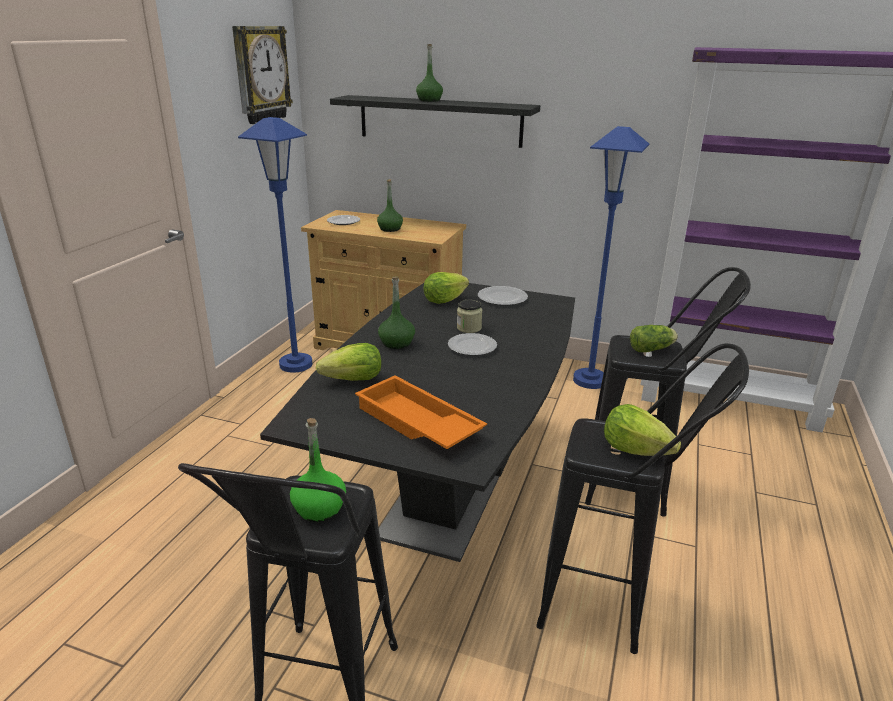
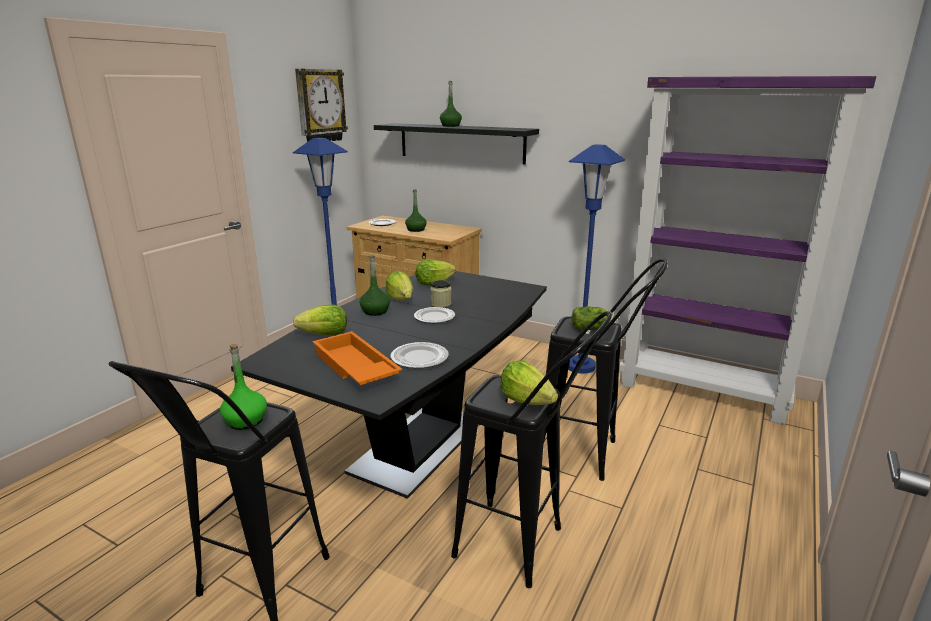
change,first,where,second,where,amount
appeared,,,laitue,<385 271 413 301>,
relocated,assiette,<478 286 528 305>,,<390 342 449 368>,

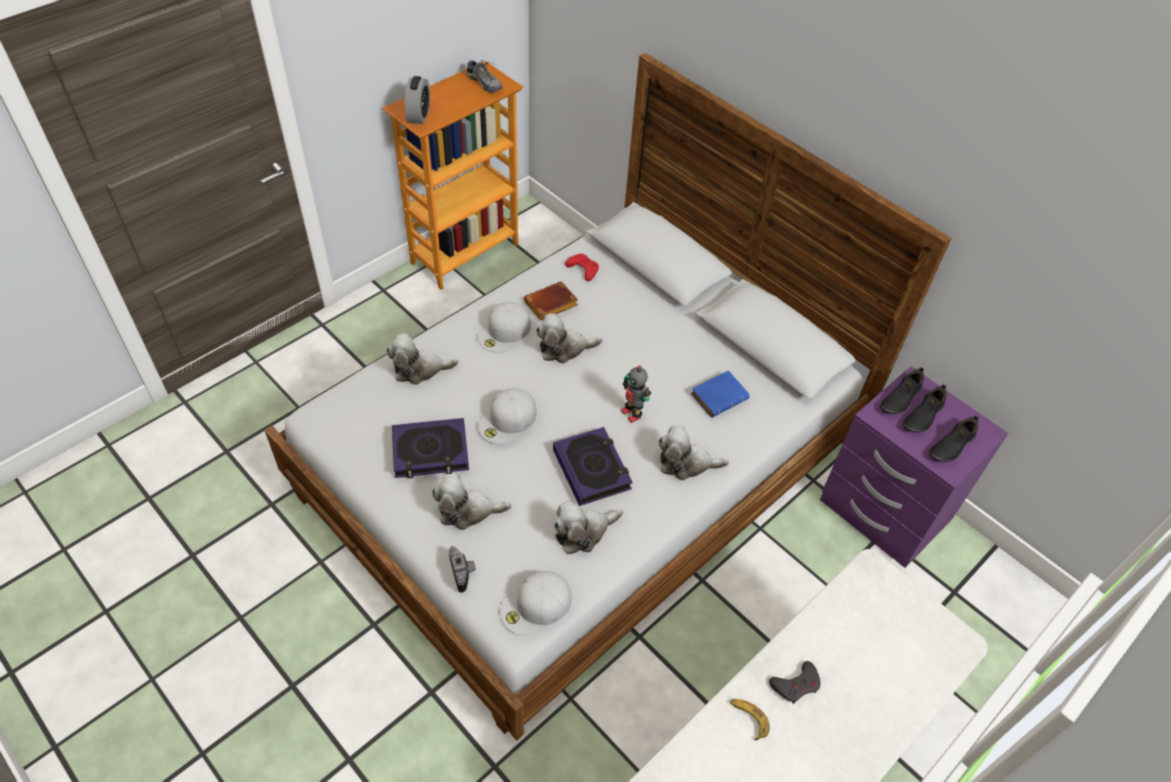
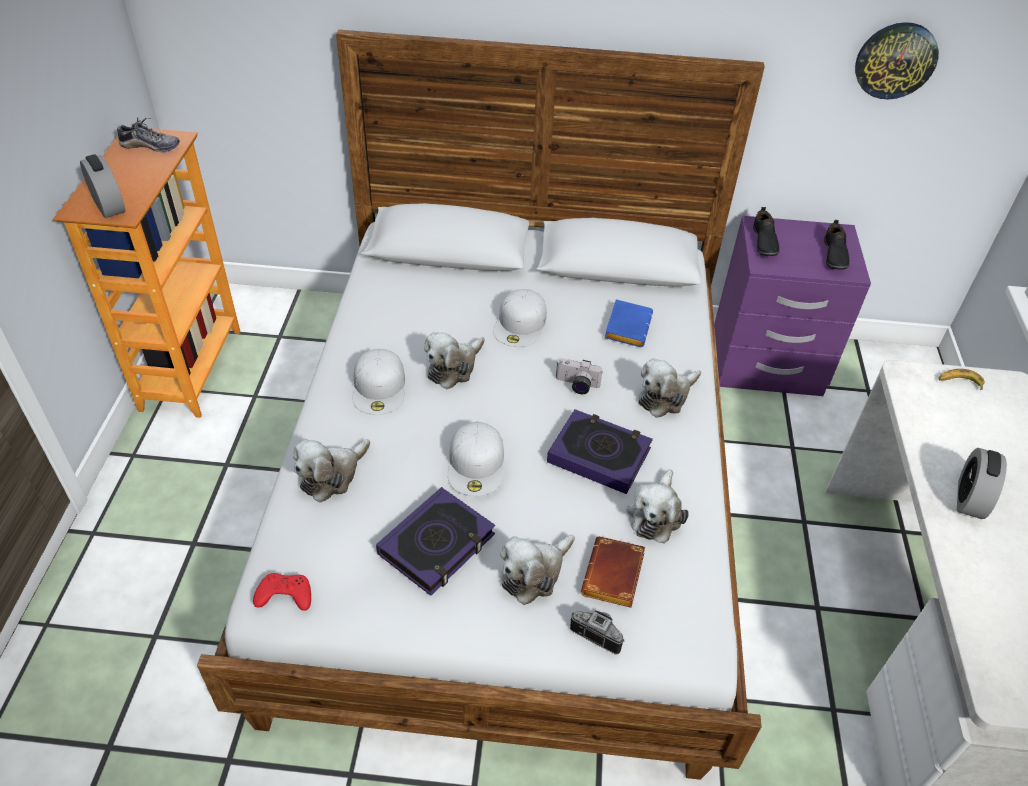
change,first,where,second,where,amount
relocated,manette [rouge],<565 254 599 281>,,<253 573 311 611>,
relocated,casquette [blanc],<499 571 572 636>,,<493 289 547 347>,
exchanged,robot jouet,<621 365 651 423>,appareil photo,<556 358 603 394>,
relocated,livre [marron],<524 282 578 321>,,<581 536 645 608>,
appeared,,,horloge murale,<855 22 939 99>,
relocated,banane,<730 699 770 741>,,<938 369 984 390>,
exchanged,manette [gris],<769 661 821 704>,réveil,<957 448 1007 519>,
missing,chaussure [noir],<903 385 947 433>,,,

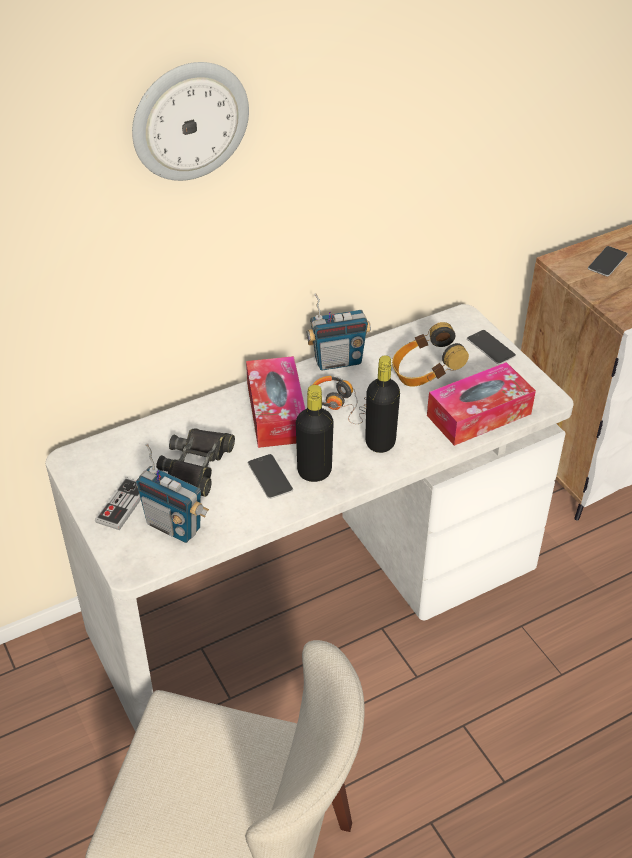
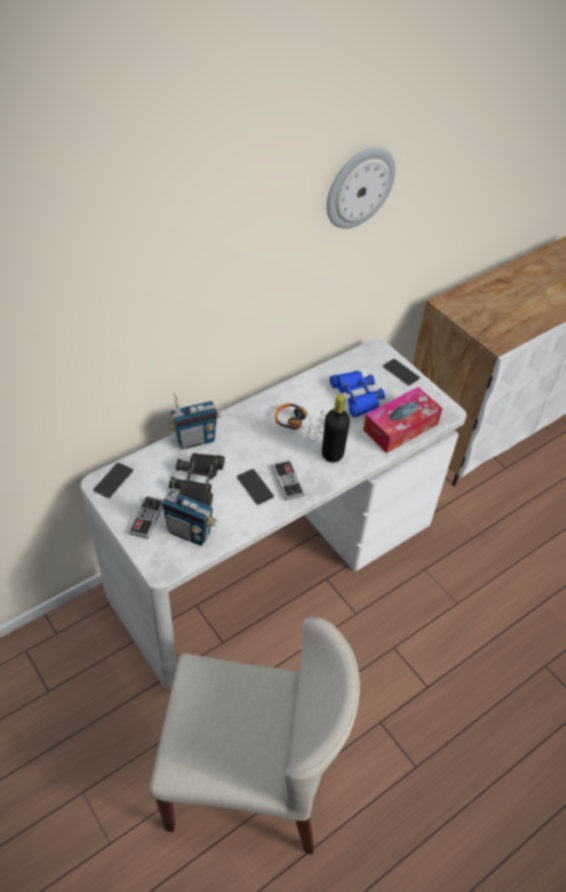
change,first,where,second,where,amount
relocated,téléphone,<588 246 628 276>,,<93 463 134 499>,
relocated,radio,<307 293 371 371>,,<168 393 220 450>,
exchanged,bouteille [noir],<296 385 334 482>,manette,<272 460 304 500>,
relocated,horloge murale,<132 62 249 181>,,<327 147 396 229>,
exchanged,casque audio,<392 322 469 387>,jumelles [bleu],<330 371 385 418>,
missing,boîte à mouchoirs,<246 356 305 448>,,,

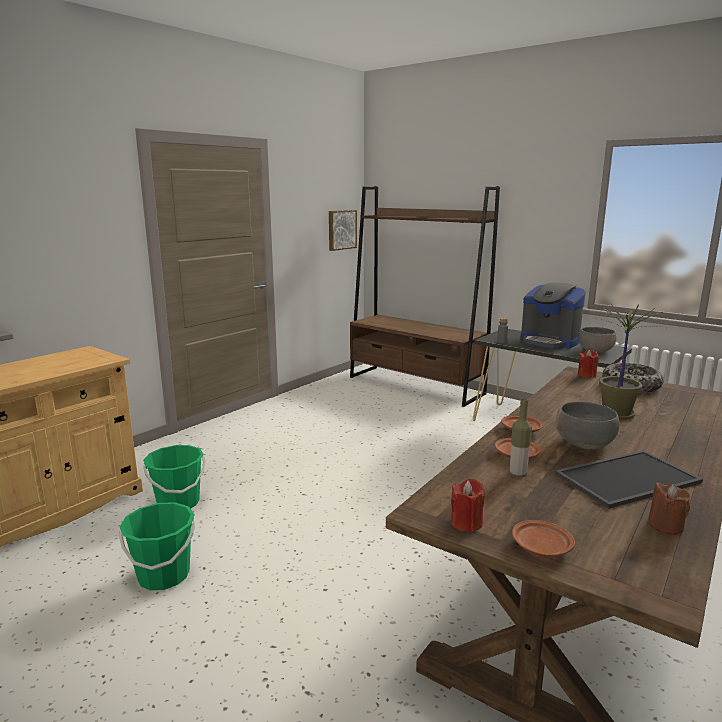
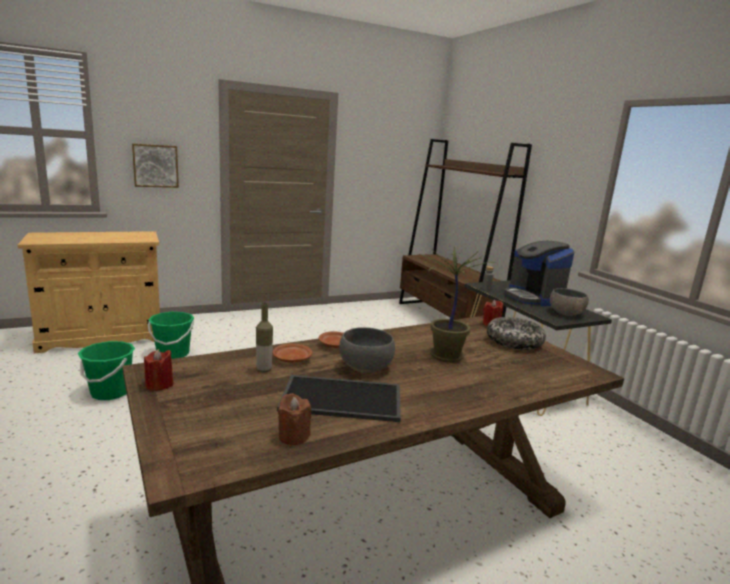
change,first,where,second,where,amount
relocated,tableau,<329 210 357 251>,,<132 144 179 188>,
missing,assiette [marron],<512 520 575 557>,,,

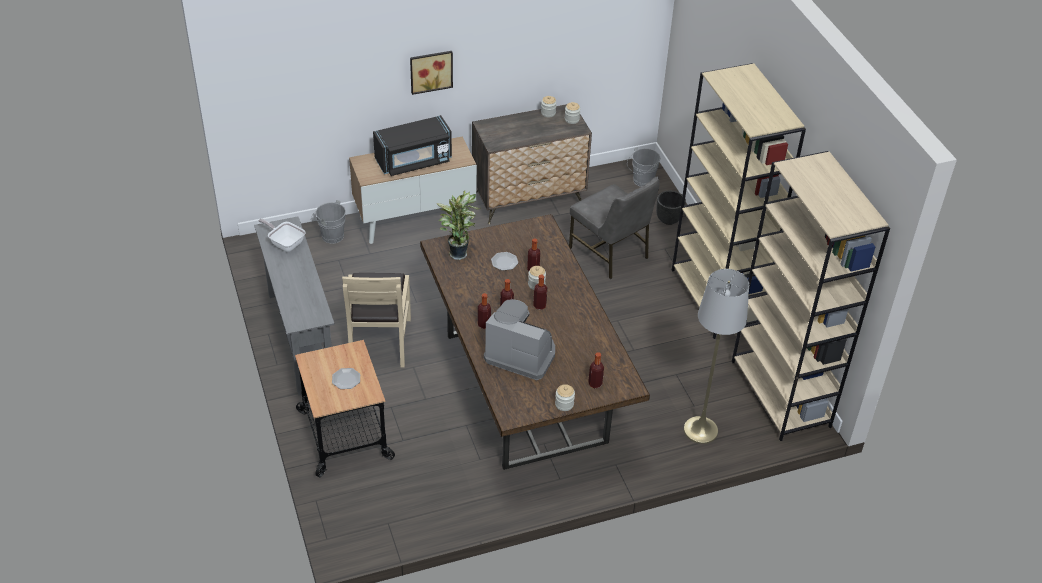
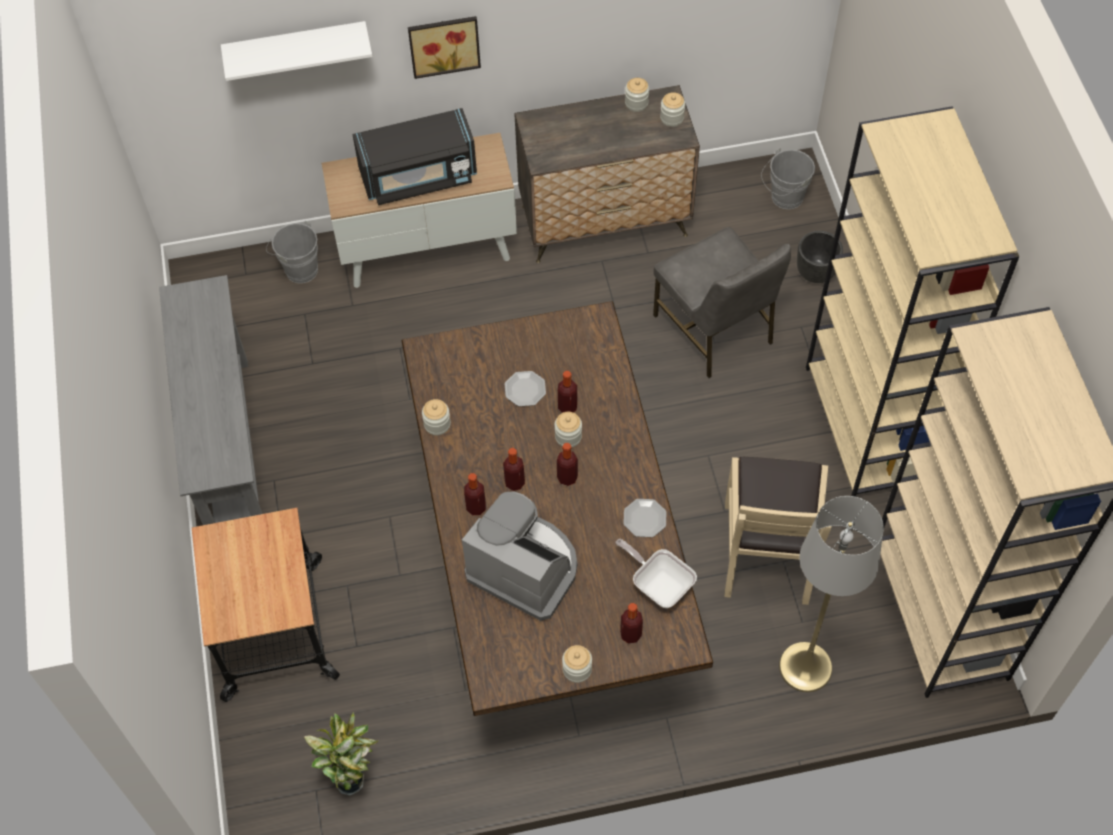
change,first,where,second,where,amount
appeared,,,étagère [blanc],<221 21 372 81>,
relocated,plante en pot,<437 190 480 260>,,<304 712 379 795>,
appeared,,,bocal,<422 399 451 435>,
relocated,poêle,<258 219 306 252>,,<615 539 697 608>,
relocated,assiette,<332 368 360 389>,,<623 499 666 537>,
relocated,chaise [beige],<342 273 411 367>,,<724 457 831 605>,

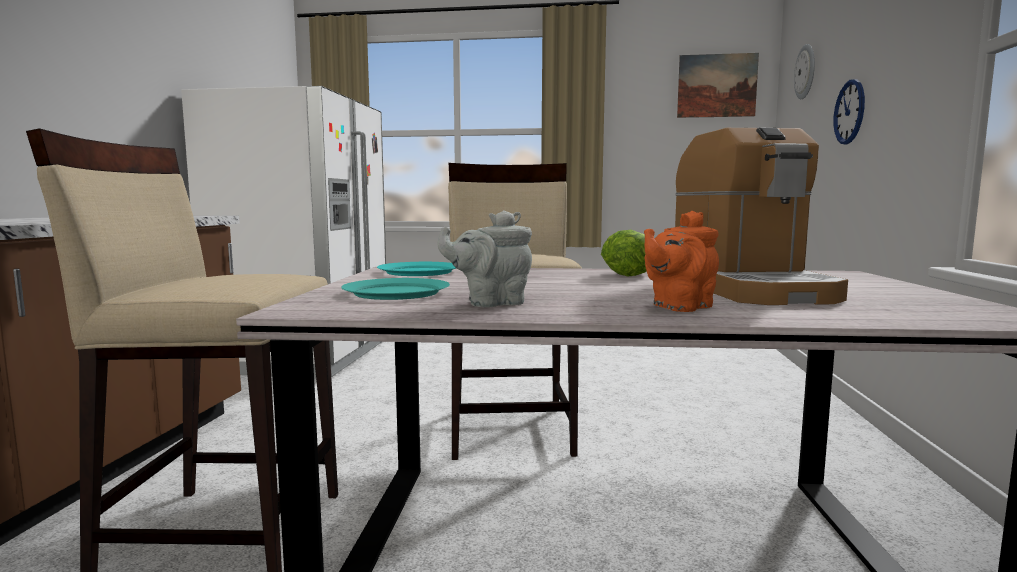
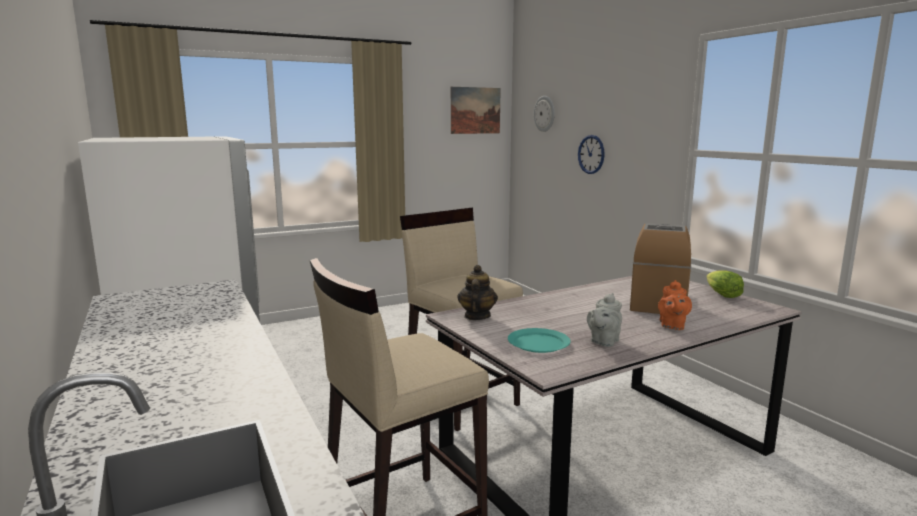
change,first,where,second,where,amount
exchanged,assiette [turquoise],<377 262 456 276>,théière,<458 265 498 320>,
spun,machine à café,<675 128 848 305>,,<630 223 691 314>,120 degrees counterclockwise
relocated,laitue,<601 229 647 276>,,<707 270 744 298>,

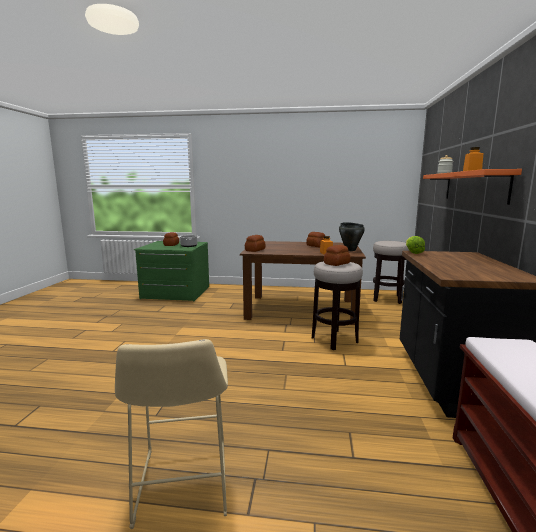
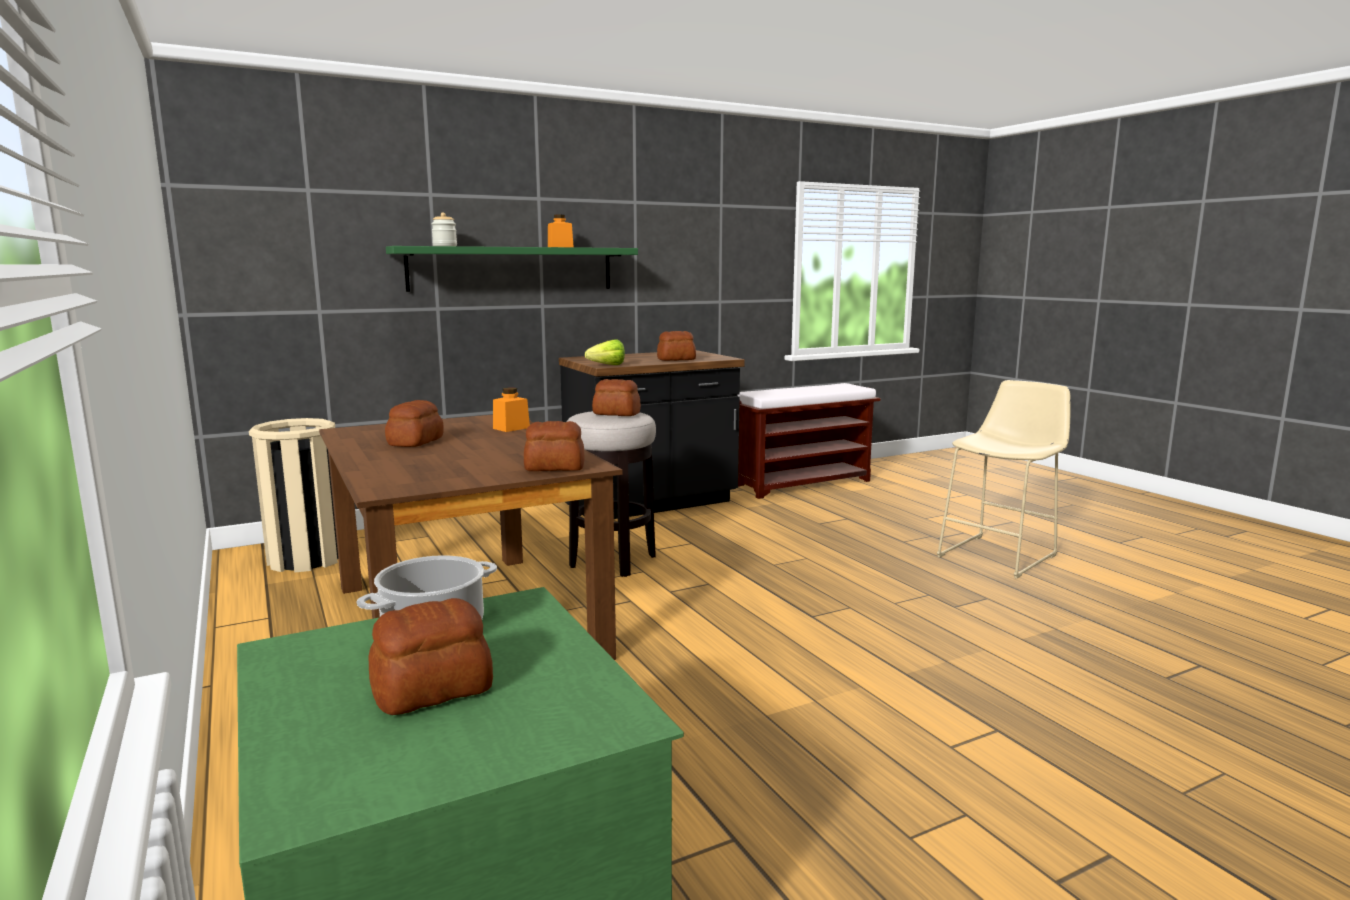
change,first,where,second,where,amount
exchanged,tabouret,<373 241 410 304>,poubelle [beige],<249 418 338 573>,
colour,étagère [orange],<423 169 522 205>,étagère [vert],<386 246 638 292>,
appeared,,,pain,<657 331 696 361>,
missing,marmite [noir],<339 222 365 251>,,,

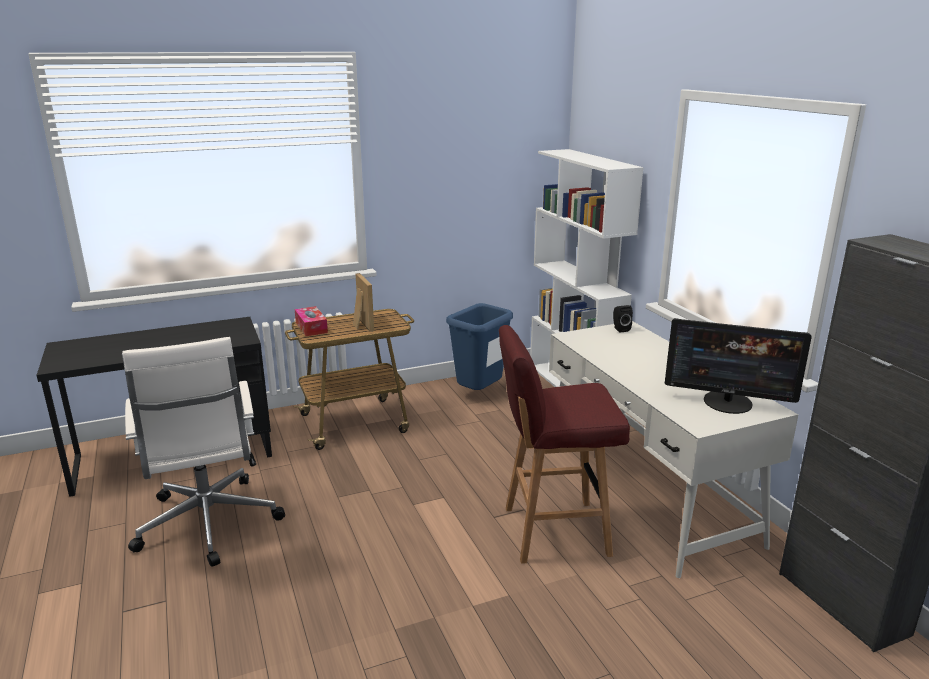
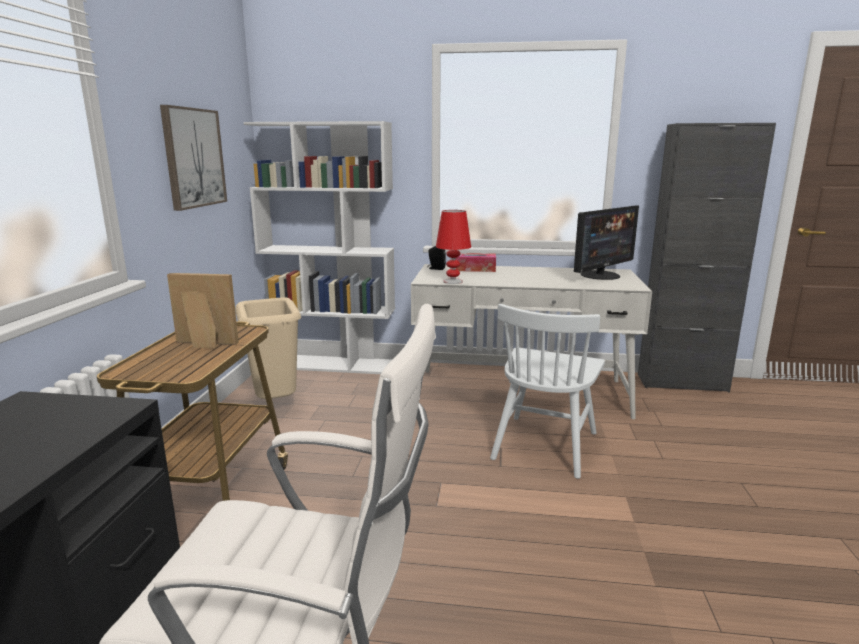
change,first,where,second,where,amount
appeared,,,tableau,<160 105 227 211>,
colour,poubelle [bleu],<446 303 513 390>,poubelle [beige],<235 298 301 399>,
appeared,,,lampe de table [rouge],<436 210 471 284>,
relocated,boîte à mouchoirs,<295 306 328 336>,,<456 253 496 272>,
exchanged,tabouret [rouge],<499 325 630 564>,chaise [blanc],<490 304 605 479>,

